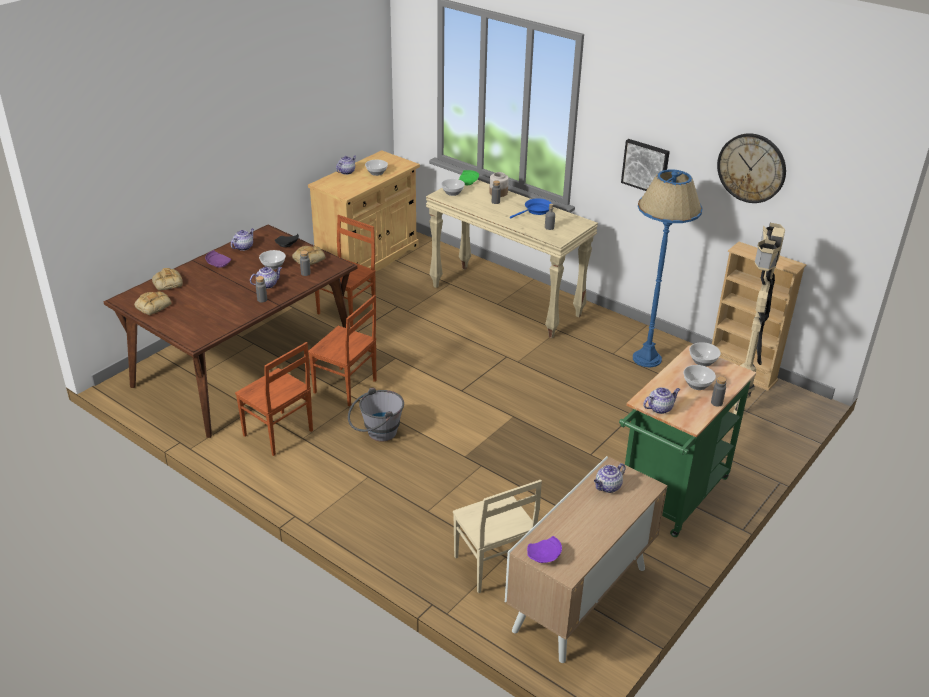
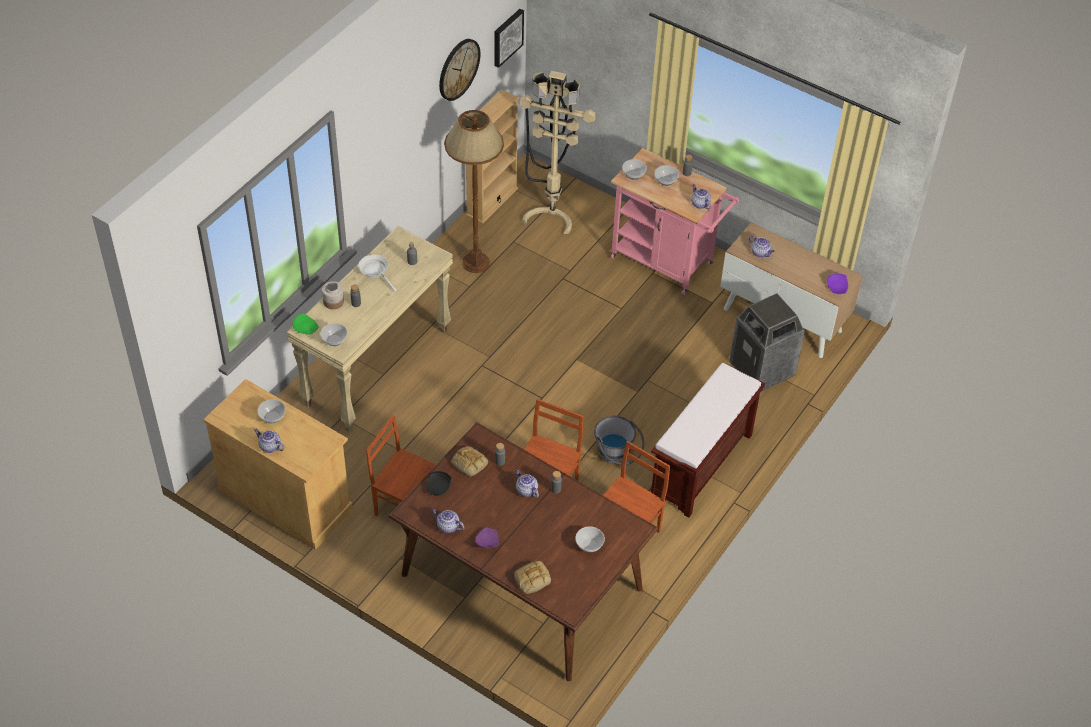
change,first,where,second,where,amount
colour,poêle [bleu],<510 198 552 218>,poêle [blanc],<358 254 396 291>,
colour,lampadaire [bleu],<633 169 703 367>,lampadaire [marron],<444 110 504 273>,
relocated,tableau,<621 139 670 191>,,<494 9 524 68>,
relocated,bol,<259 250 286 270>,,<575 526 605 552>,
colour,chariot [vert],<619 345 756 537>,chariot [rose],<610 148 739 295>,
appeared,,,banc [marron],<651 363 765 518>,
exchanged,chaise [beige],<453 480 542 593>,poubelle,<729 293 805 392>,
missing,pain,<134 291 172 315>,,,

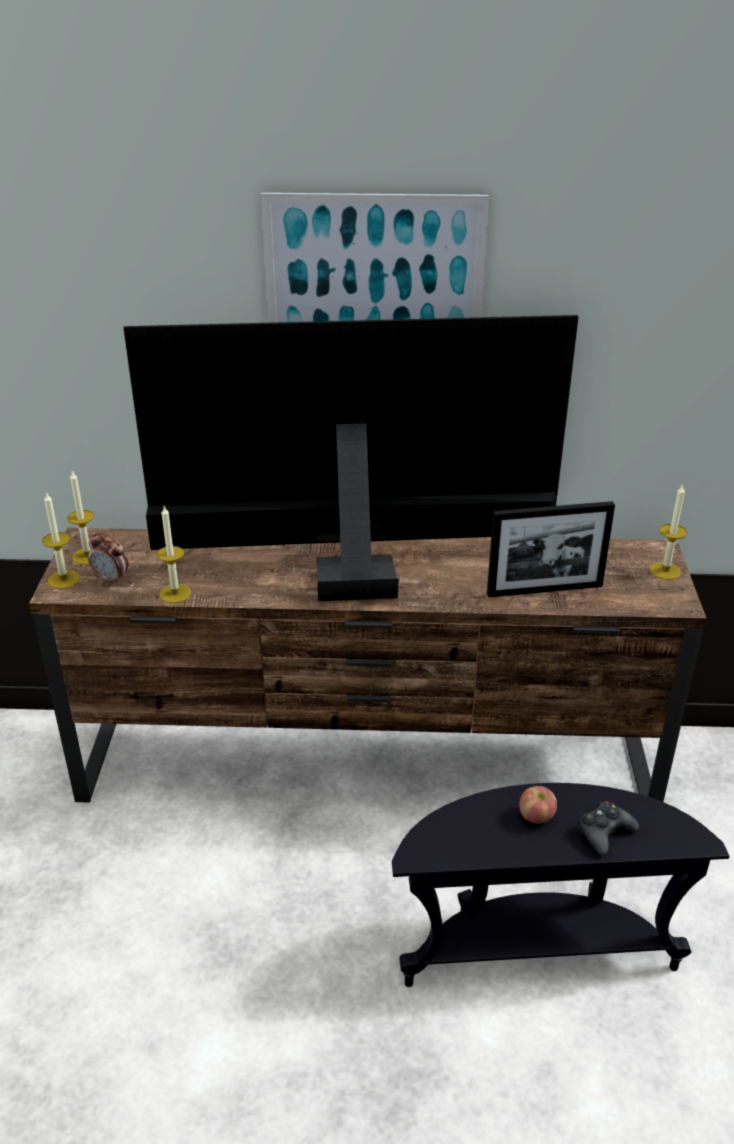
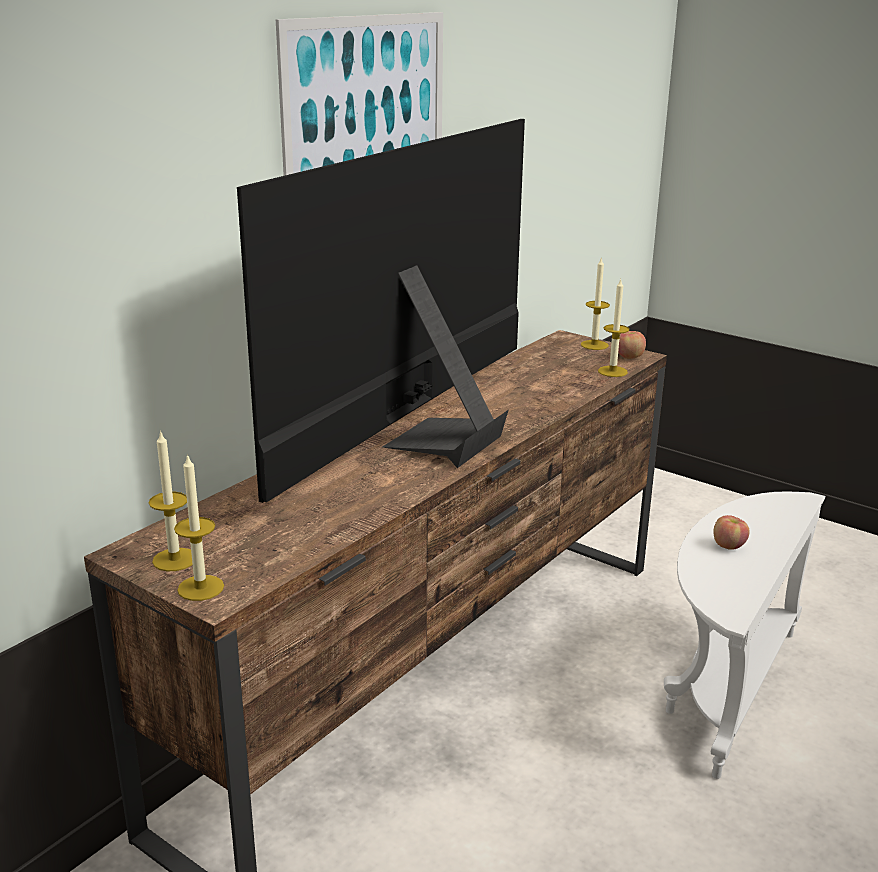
change,first,where,second,where,amount
relocated,bougie,<156 506 191 603>,,<598 279 629 377>,
appeared,,,pomme,<618 331 646 359>,
colour,table d'appoint [noir],<392 783 729 987>,table d'appoint [blanc],<664 491 825 779>,
missing,réveil,<88 532 129 584>,,,
missing,cadre photo,<487 501 615 597>,,,
missing,manette [noir],<578 801 639 855>,,,

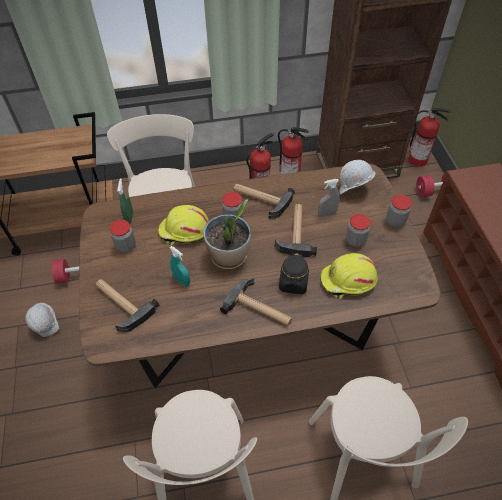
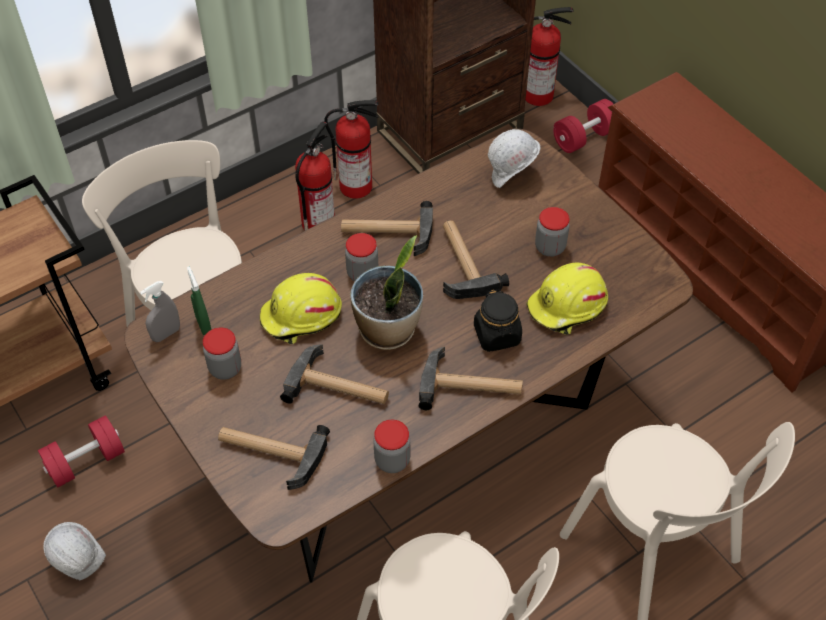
change,first,where,second,where,amount
relocated,vaporisateur [gris],<318 179 340 217>,,<140 281 180 342>,
exchanged,vaporisateur [turquoise],<170 246 190 287>,marteau,<280 344 389 404>,
relocated,bocal,<386 195 412 227>,,<373 420 410 473>,

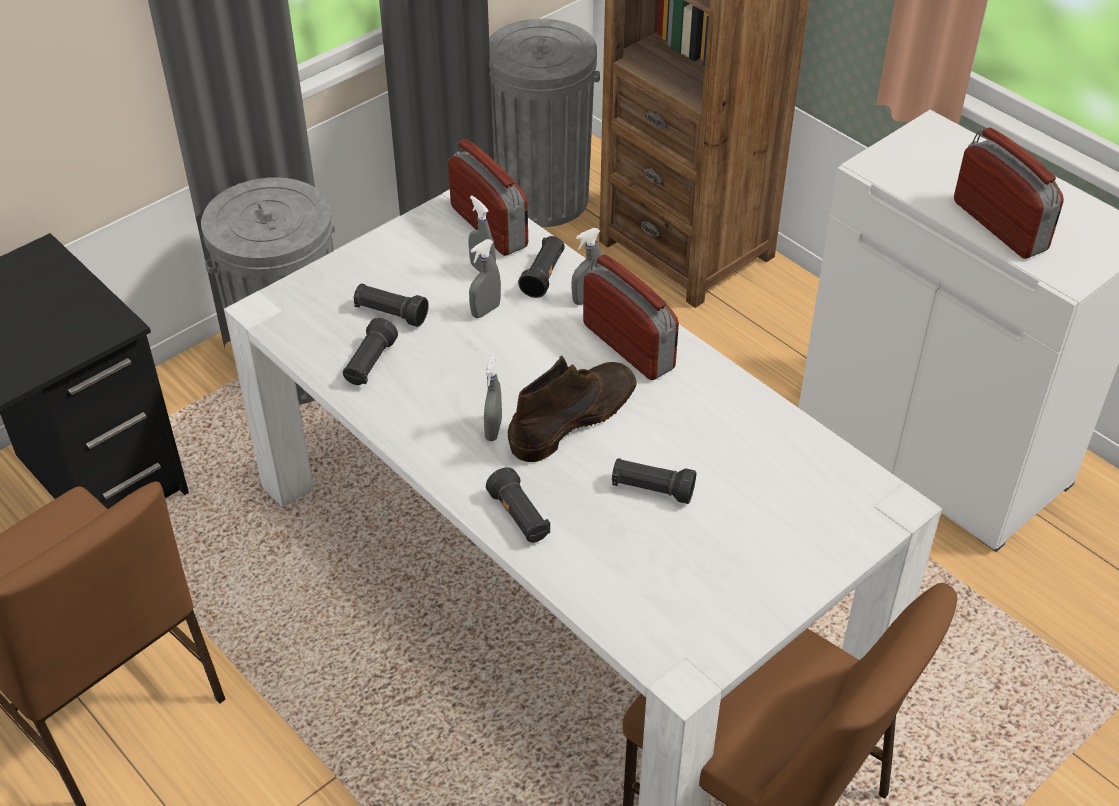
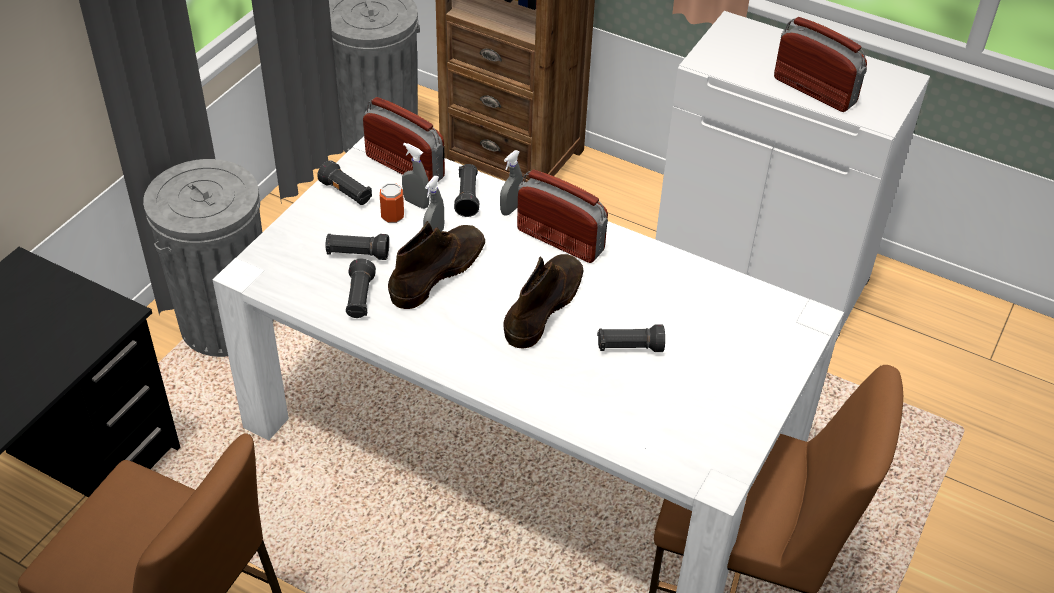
change,first,where,second,where,amount
relocated,lampe de poche [noir],<486 467 550 543>,,<317 160 372 205>,
appeared,,,boîte métallique,<380 183 404 223>,
appeared,,,botte [marron],<388 221 485 309>,
missing,vaporisateur [gris],<484 356 502 441>,,,

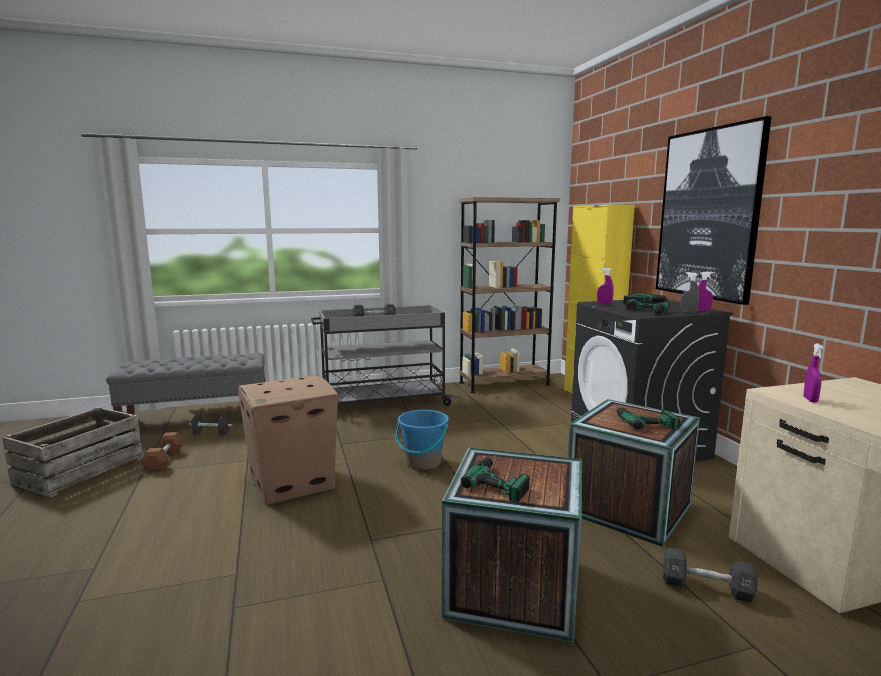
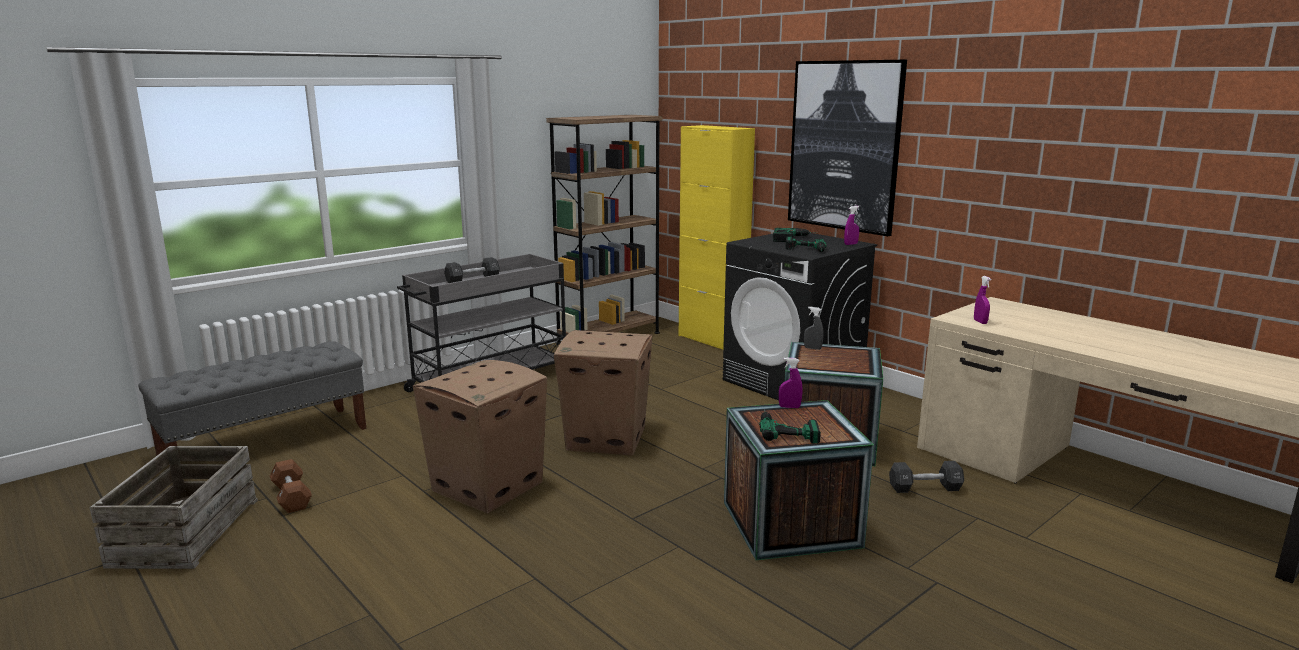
change,first,where,second,where,amount
exchanged,seau [bleu],<395 410 449 470>,carton,<554 330 652 455>,
relocated,vaporisateur [violet],<597 268 614 305>,,<779 358 802 408>,
relocated,vaporisateur [gris],<681 272 699 313>,,<804 307 823 350>,
missing,haltère [noir],<189 414 233 436>,,,
missing,perceuse,<614 406 680 430>,,,

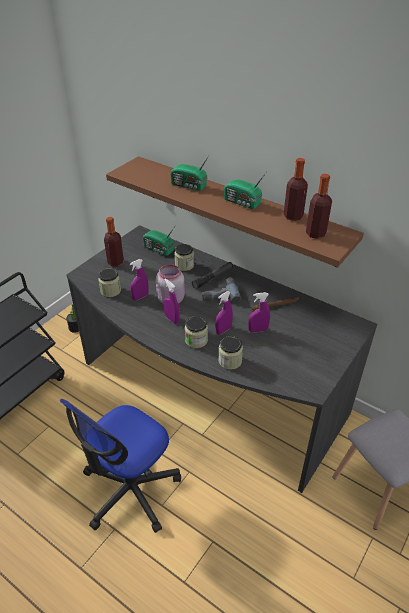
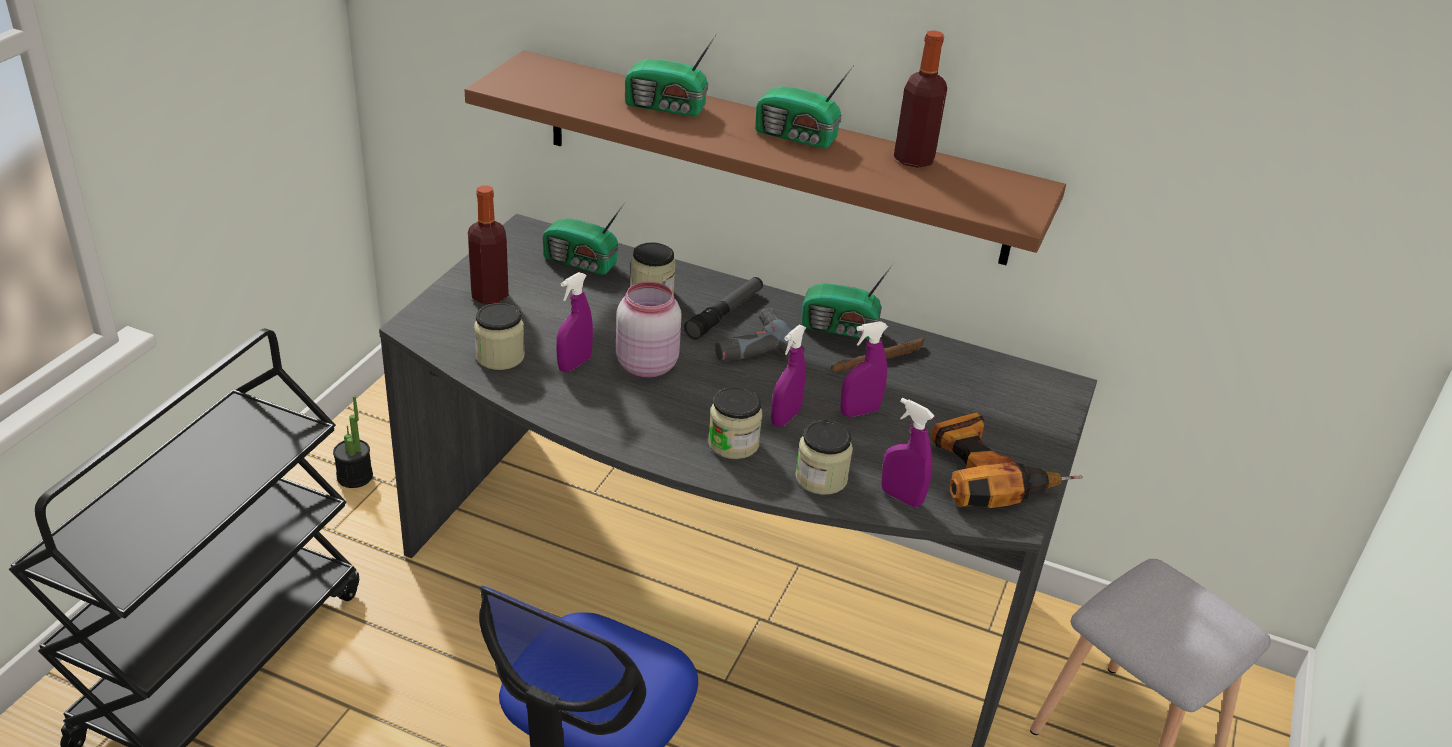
change,first,where,second,where,amount
appeared,,,radio,<801 264 893 339>,
relocated,vaporisateur [violet],<164 279 180 324>,,<881 398 934 507>,
appeared,,,perceuse,<930 412 1083 508>,
missing,bouteille,<306 174 332 239>,,,

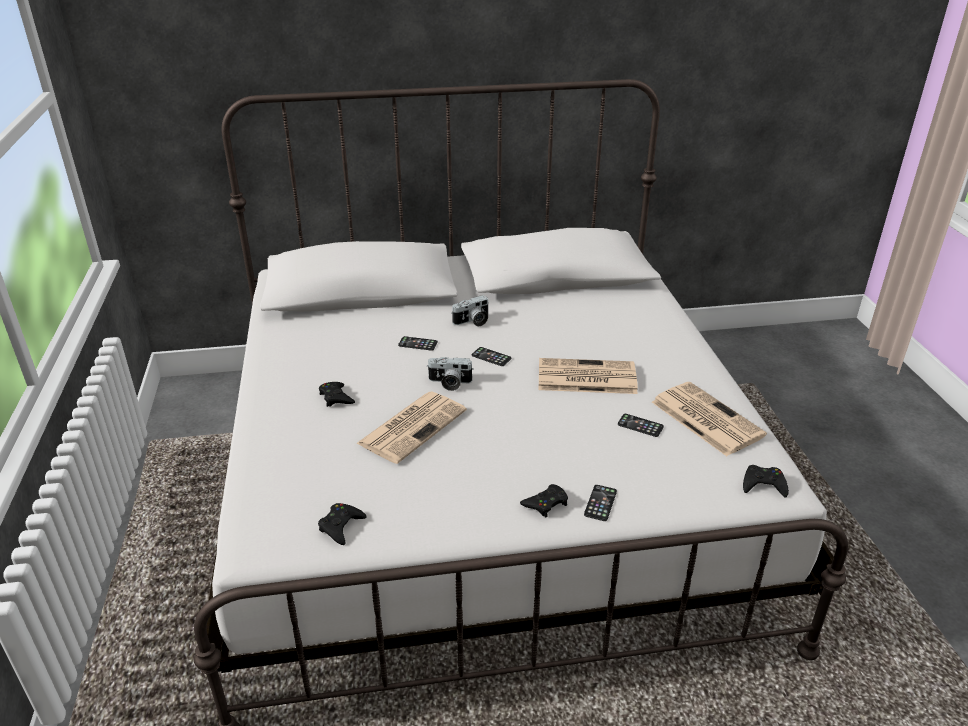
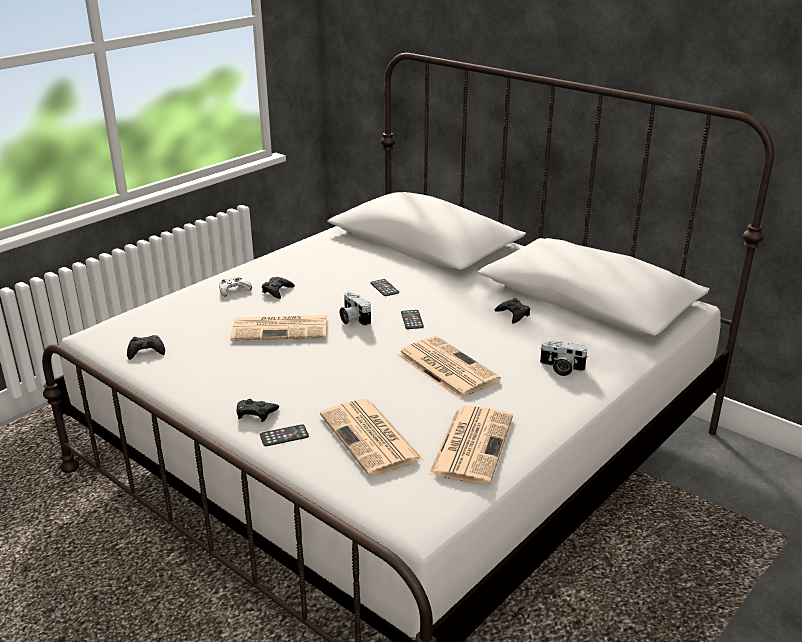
change,first,where,second,where,amount
appeared,,,manette [blanc],<219 277 252 297>,
appeared,,,journal,<320 399 424 476>,
relocated,manette [noir],<743 465 789 498>,,<495 298 530 324>,
relocated,appareil photo,<452 295 489 327>,,<540 341 588 376>,
missing,téléphone,<618 414 664 437>,,,

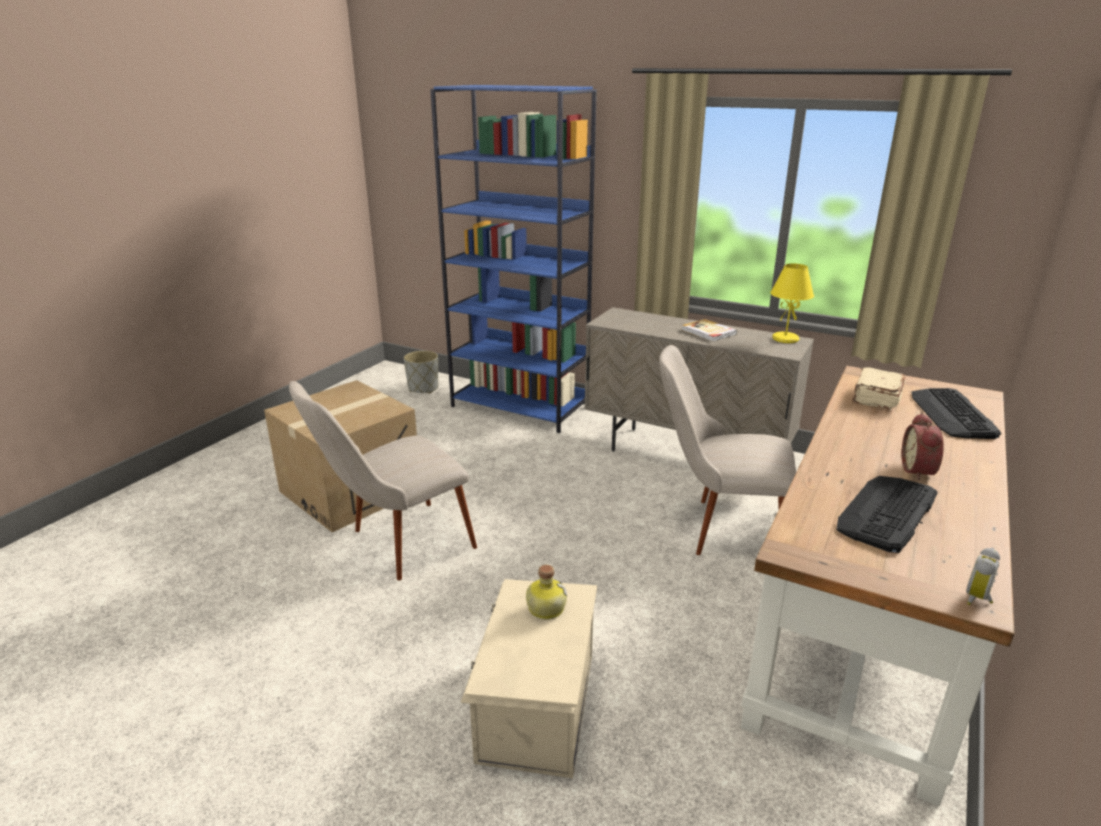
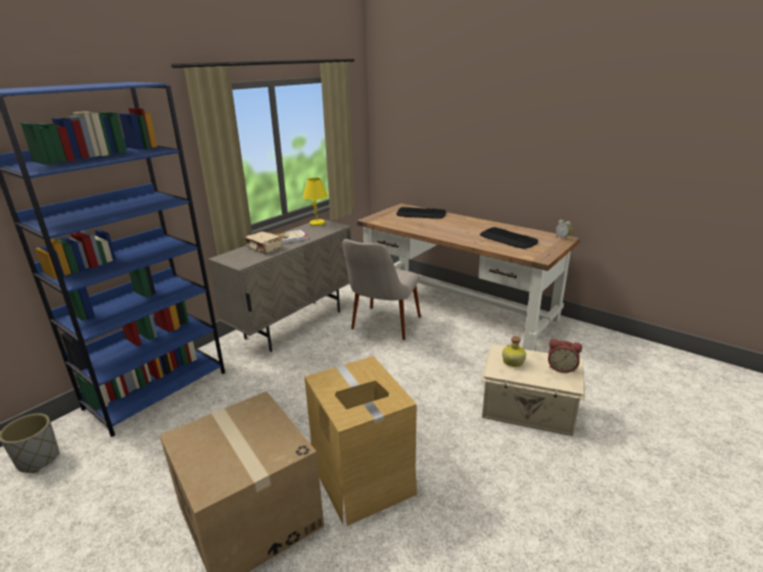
change,first,where,second,where,amount
relocated,livre [beige],<852 368 906 410>,,<244 231 282 254>,
exchanged,chaise [beige],<289 381 477 580>,carton,<304 356 417 526>,
relocated,réveil,<902 413 944 481>,,<548 339 582 373>,

